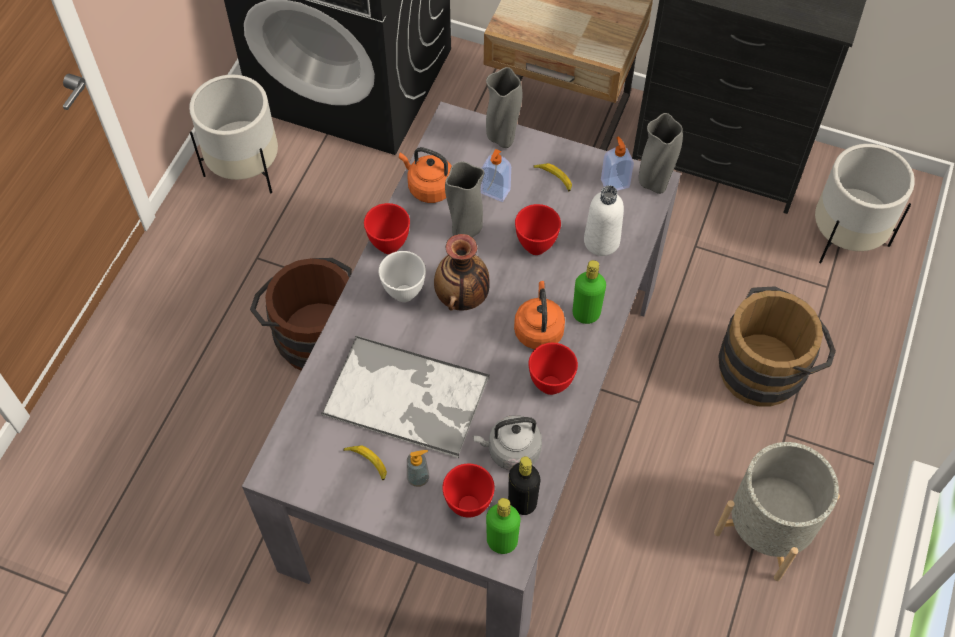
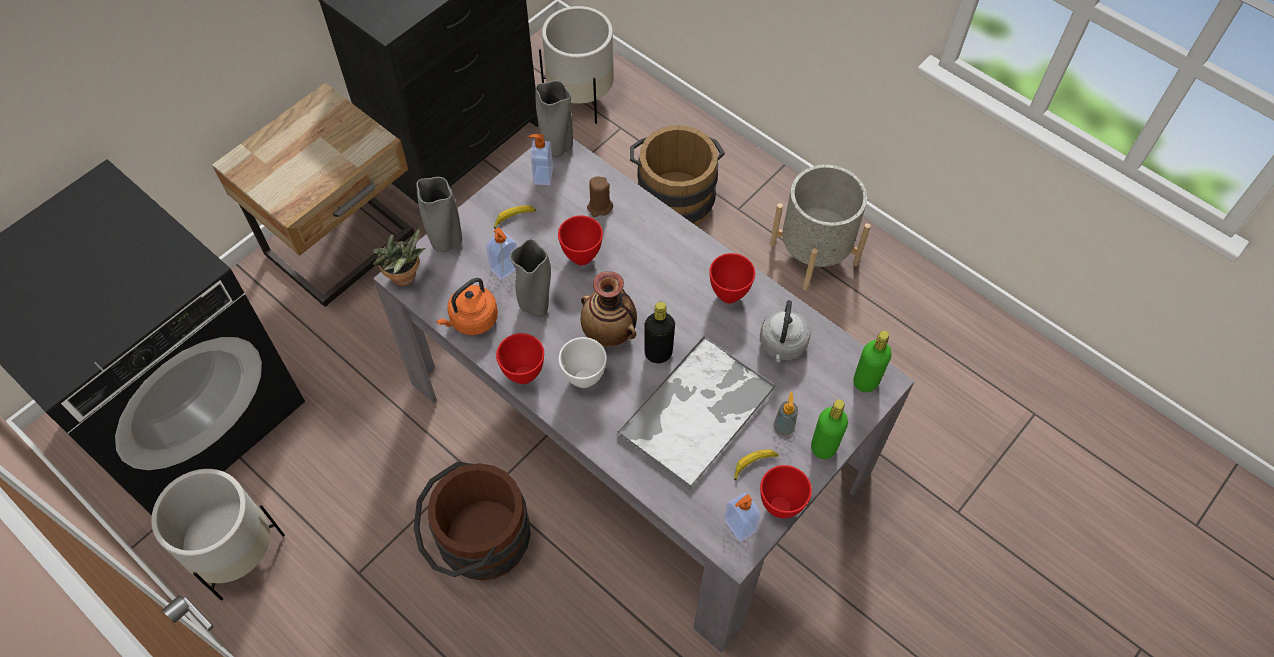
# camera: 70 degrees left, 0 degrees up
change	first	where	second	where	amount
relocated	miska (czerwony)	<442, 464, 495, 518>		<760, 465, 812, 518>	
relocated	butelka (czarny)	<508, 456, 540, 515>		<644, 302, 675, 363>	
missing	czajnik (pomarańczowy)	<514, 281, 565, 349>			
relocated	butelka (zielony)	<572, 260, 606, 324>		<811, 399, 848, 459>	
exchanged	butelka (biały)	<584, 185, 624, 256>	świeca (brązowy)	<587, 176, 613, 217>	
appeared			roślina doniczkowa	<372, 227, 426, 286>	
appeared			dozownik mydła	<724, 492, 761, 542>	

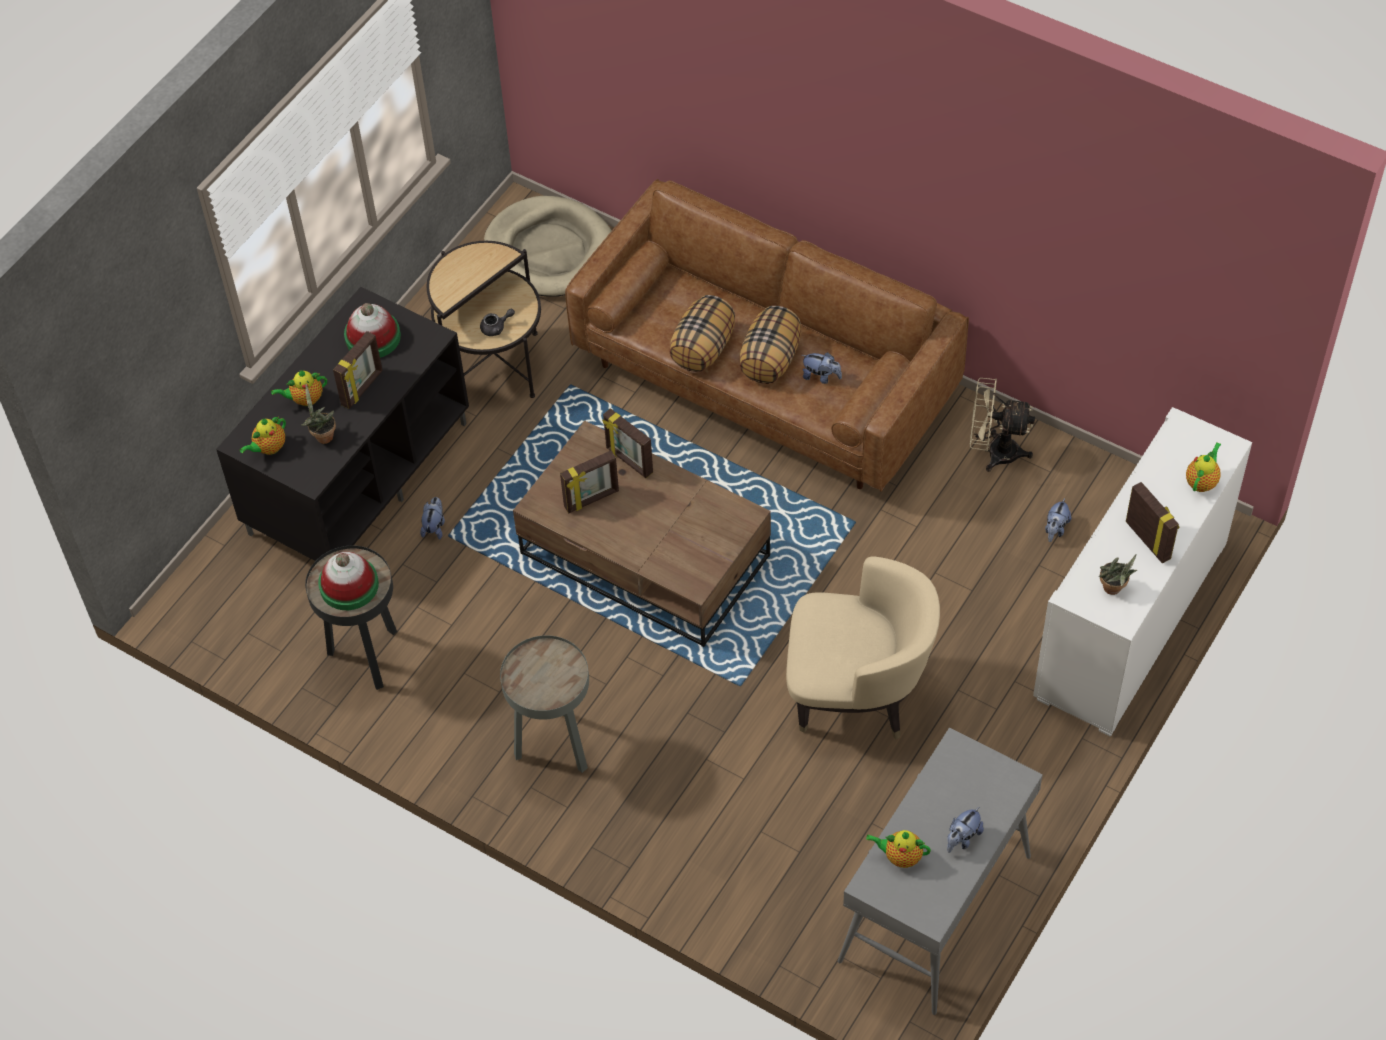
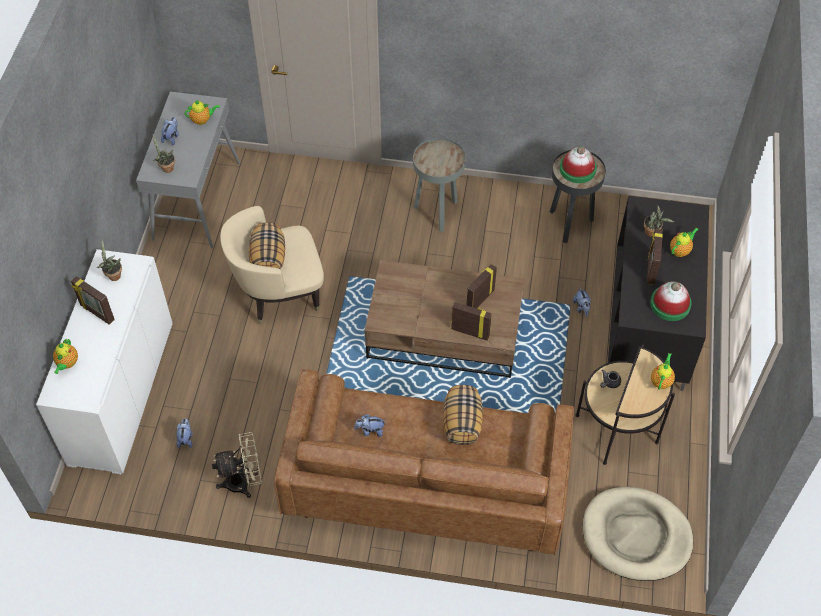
# camera: 155 degrees right, 0 degrees up
change	first	where	second	where	amount
relocated	imbryk	<240, 416, 286, 455>		<651, 353, 675, 390>	
relocated	poduszka	<739, 306, 801, 384>		<249, 222, 285, 270>	
appeared			roślina doniczkowa	<153, 135, 175, 173>	

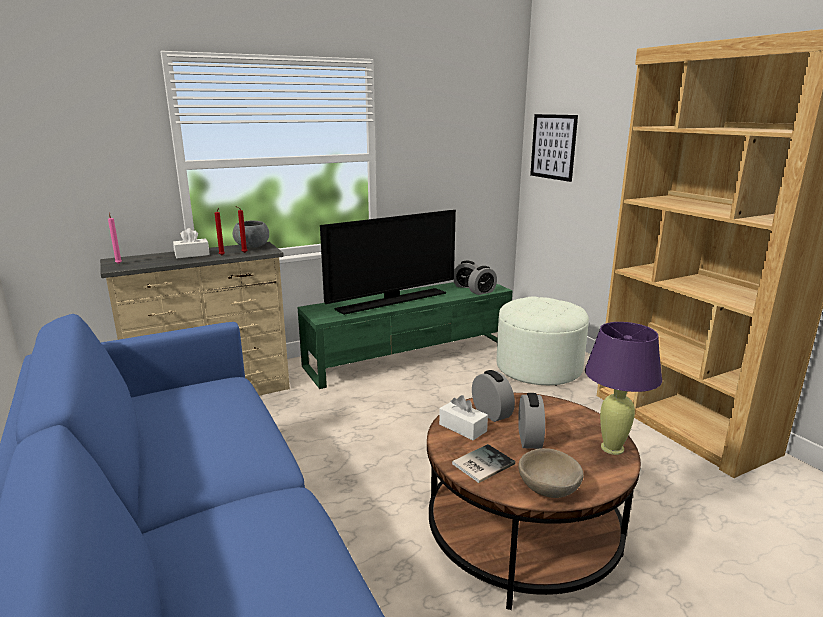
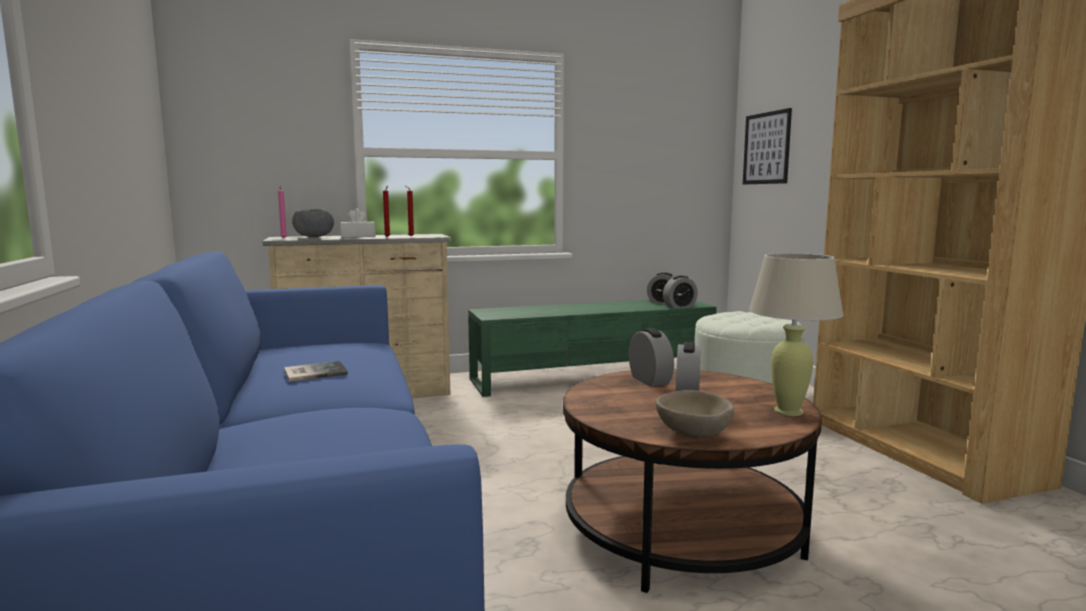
# camera: 10 degrees right, 10 degrees down
change	first	where	second	where	amount
relocated	miska (szary)	<233, 220, 269, 248>		<292, 209, 334, 237>	
missing	telewizor	<320, 210, 456, 315>			
missing	pudełko chusteczek (biały)	<439, 395, 488, 440>			
relocated	książka	<452, 444, 515, 483>		<284, 361, 348, 382>	
colour	lampa stołowa (fioletowy)	<585, 322, 662, 455>	lampa stołowa (beżowy)	<749, 253, 844, 416>	

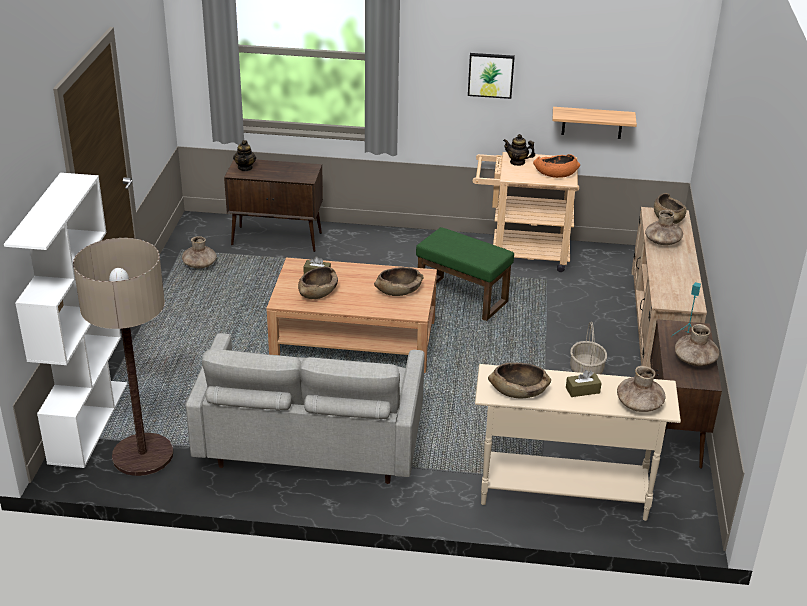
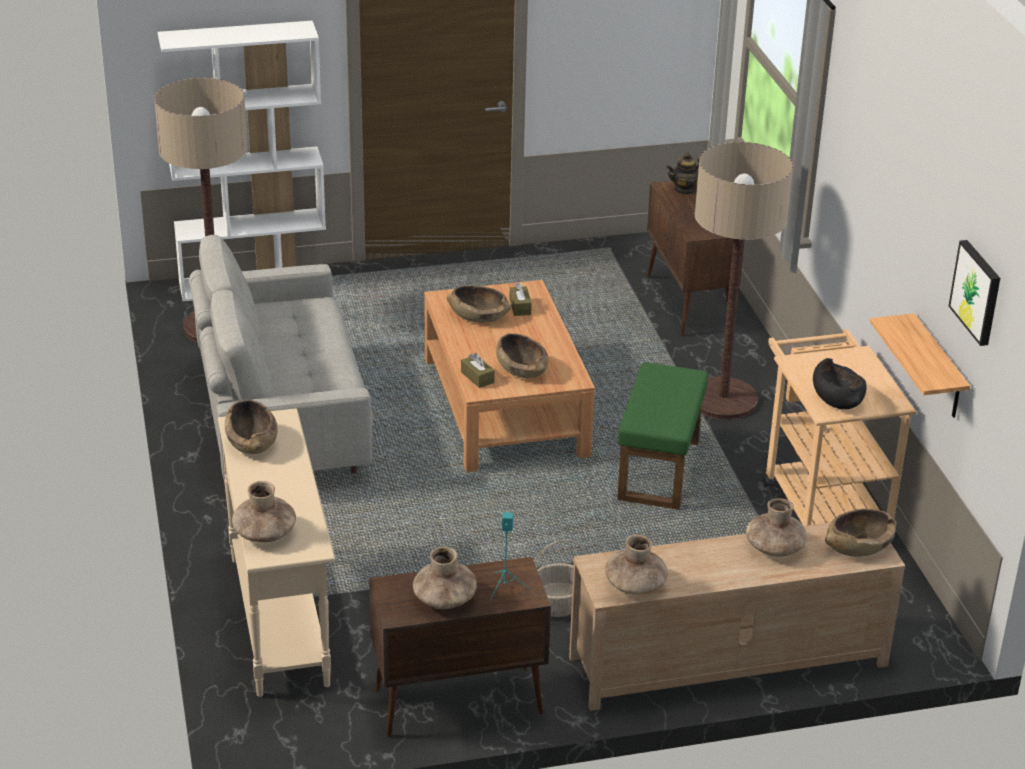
# camera: 70 degrees right, 0 degrees up
change	first	where	second	where	amount
relocated	wazon (brązowy)	<182, 236, 217, 268>		<605, 534, 668, 595>	
relocated	obraz	<468, 53, 515, 99>		<949, 240, 1000, 346>	
missing	imbryk	<503, 134, 535, 166>			
colour	miska (pomarańczowy)	<533, 154, 580, 178>	miska (czarny)	<813, 358, 867, 409>	
relocated	pudełko chusteczek (brązowy)	<566, 370, 602, 397>		<461, 353, 495, 388>	
appeared			lampa stojąca	<695, 142, 793, 419>	

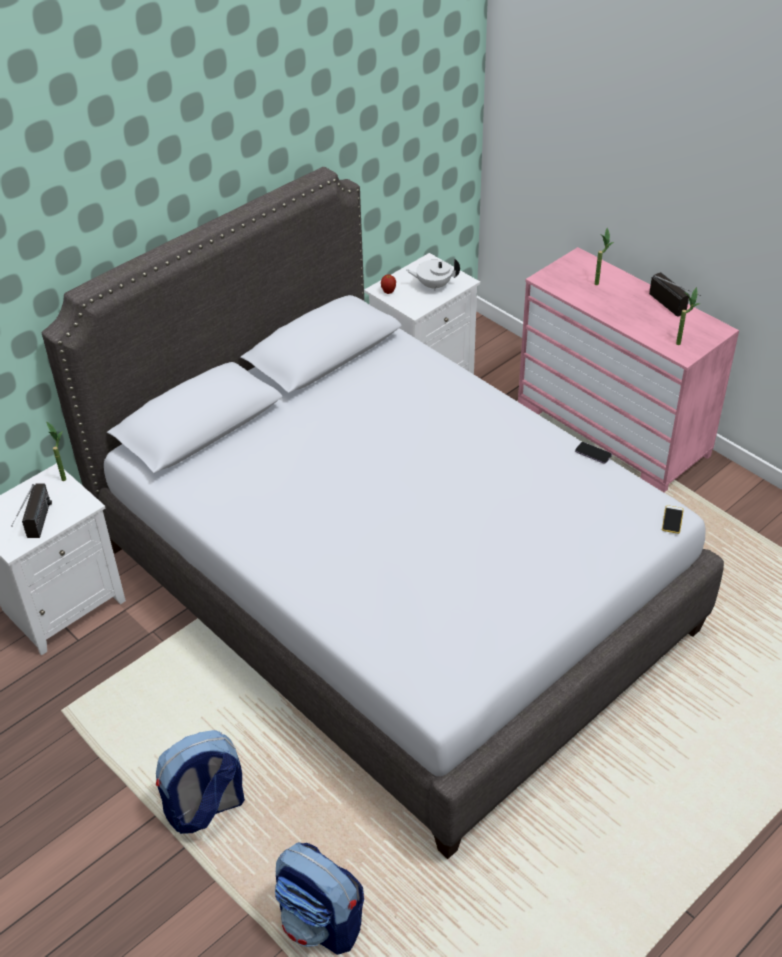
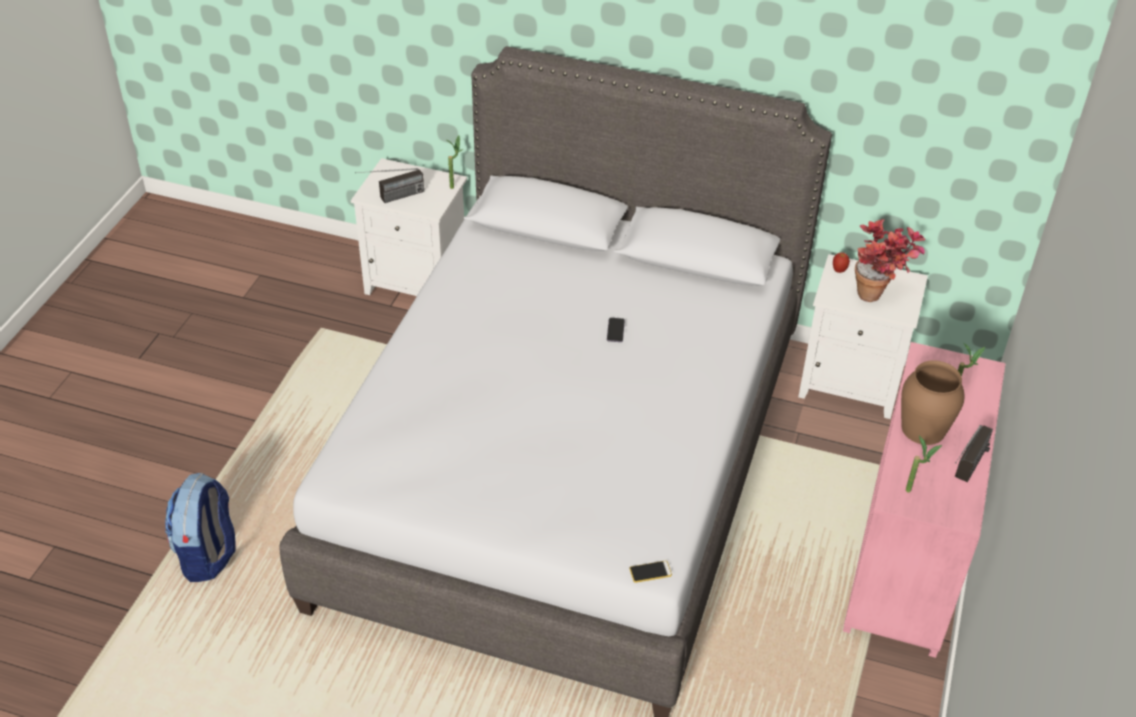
# camera: 60 degrees right, 0 degrees up
change	first	where	second	where	amount
missing	plecak	<156, 730, 245, 834>			
exchanged	imbryk (biały)	<406, 259, 460, 291>	roślina doniczkowa	<855, 219, 926, 302>	
relocated	telefon	<575, 442, 612, 464>		<607, 318, 625, 342>	
appeared			wazon (brązowy)	<901, 360, 965, 445>	

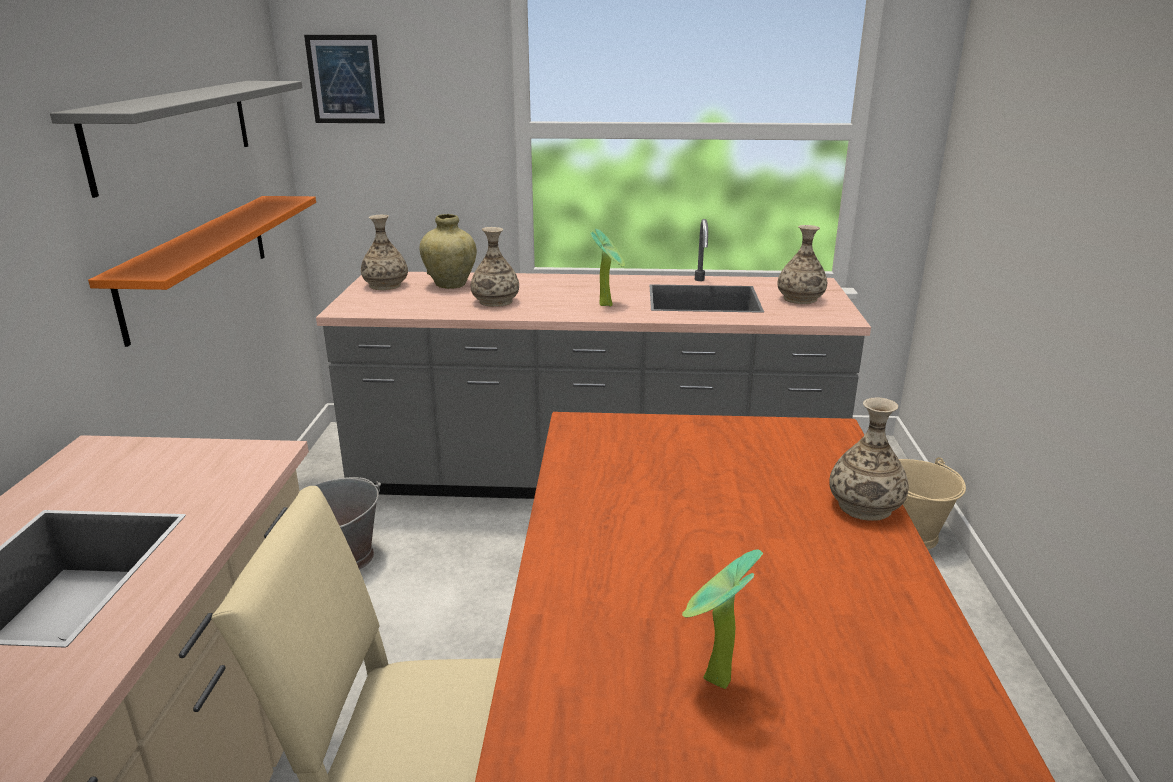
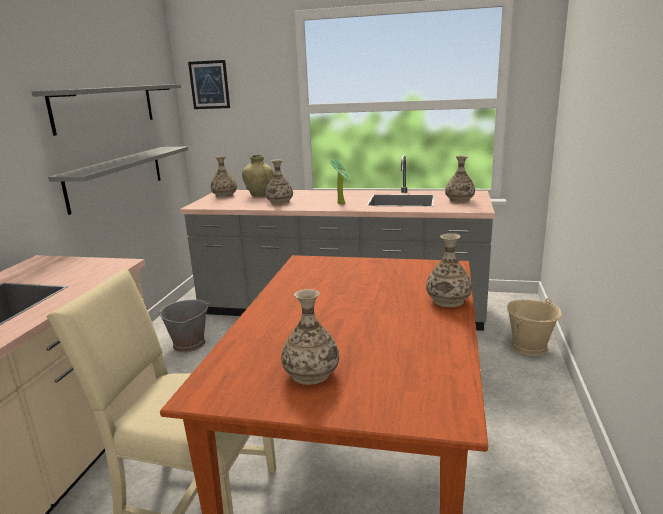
# camera: 10 degrees right, 5 degrees down
change	first	where	second	where	amount
colour	półka (pomarańczowy)	<88, 196, 316, 347>	półka (szary)	<48, 147, 188, 215>	
exchanged	roślina doniczkowa	<682, 549, 763, 689>	wazon	<281, 289, 339, 385>	

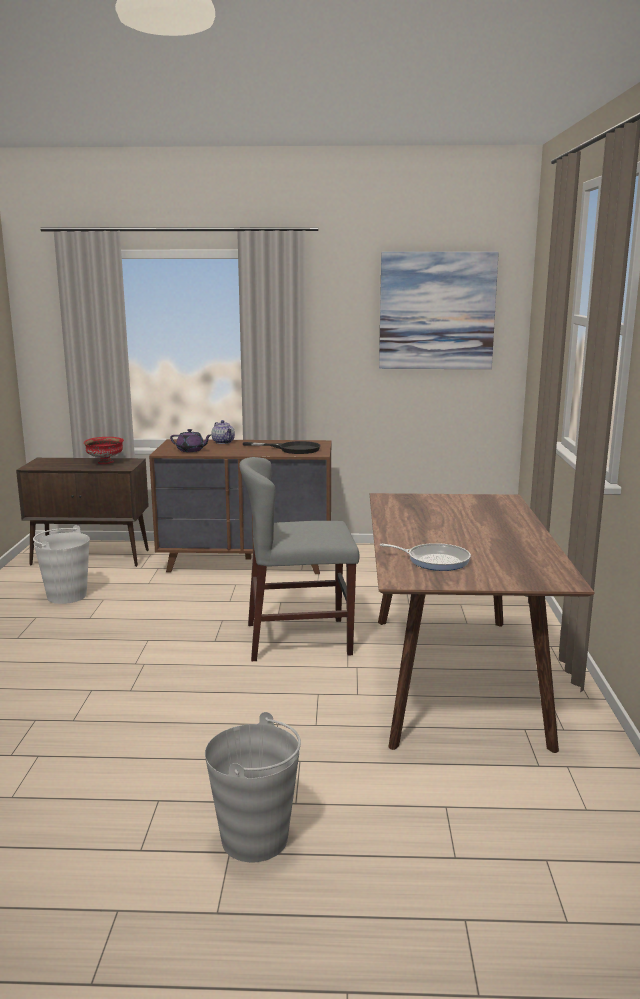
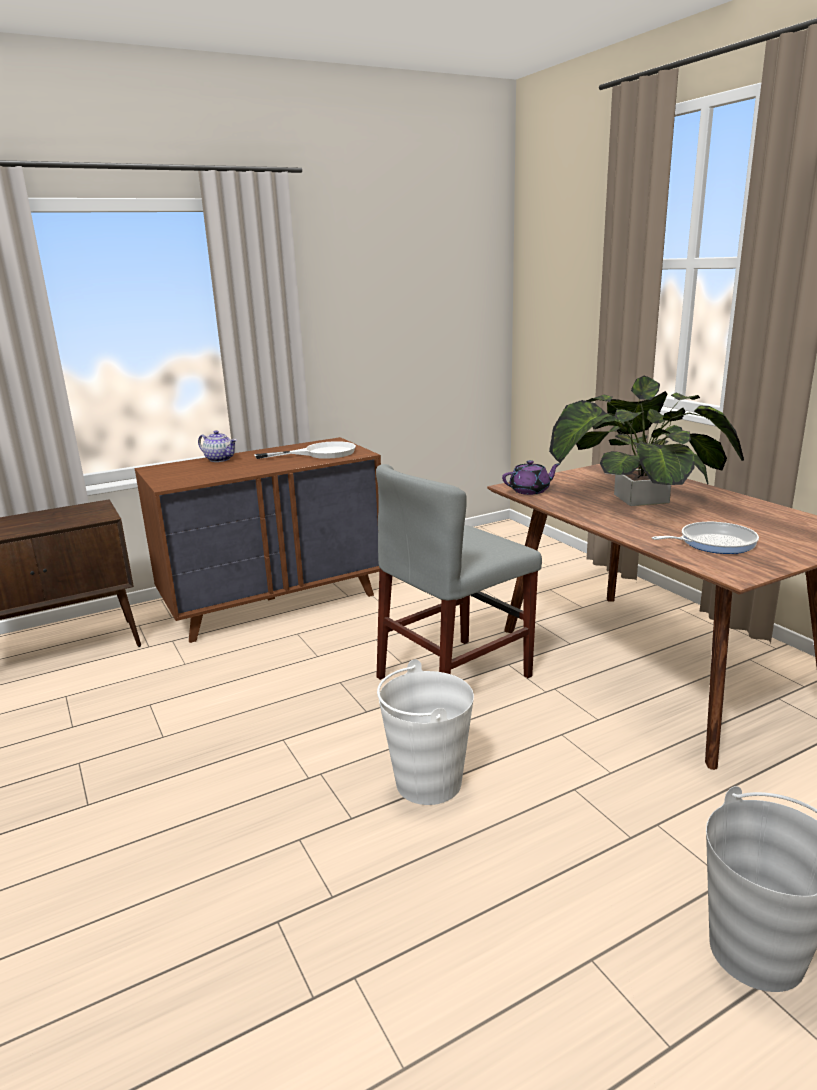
# camera: 30 degrees left, 5 degrees up
change	first	where	second	where	amount
relocated	wiadro (biały)	<33, 525, 90, 604>		<377, 659, 474, 805>	
missing	miska (czerwony)	<84, 437, 124, 464>			
relocated	imbryk (fioletowy)	<170, 429, 211, 452>		<502, 460, 561, 495>	
colour	patelnia (czarny)	<242, 441, 321, 454>	patelnia (biały)	<255, 441, 356, 459>	
missing	obraz	<379, 252, 499, 369>			
appeared			roślina doniczkowa	<549, 375, 744, 506>	

